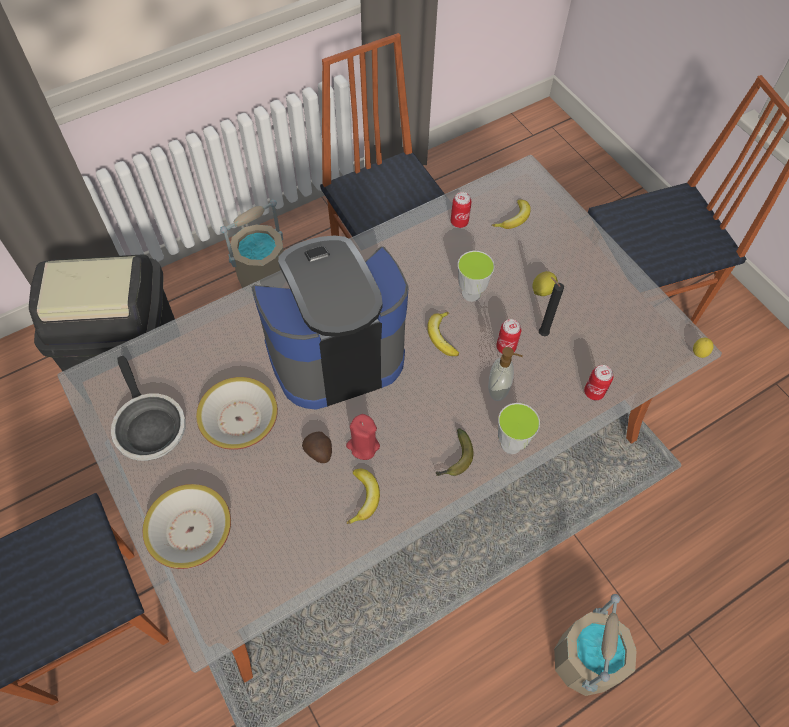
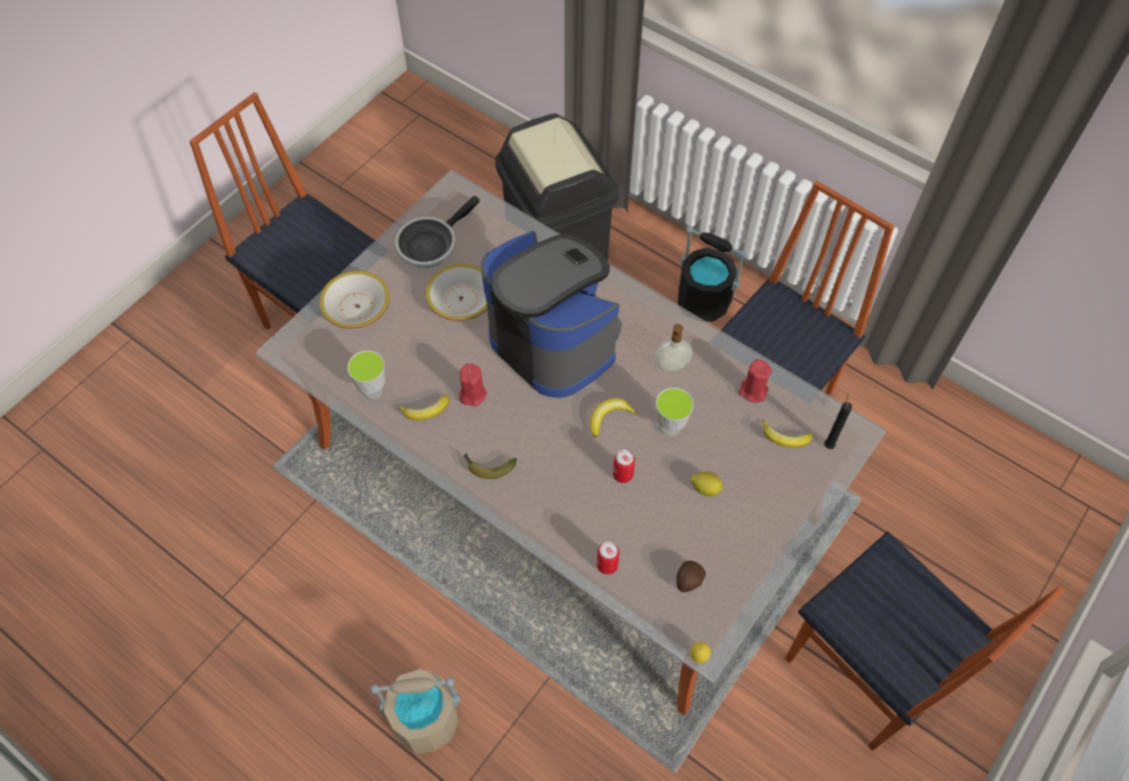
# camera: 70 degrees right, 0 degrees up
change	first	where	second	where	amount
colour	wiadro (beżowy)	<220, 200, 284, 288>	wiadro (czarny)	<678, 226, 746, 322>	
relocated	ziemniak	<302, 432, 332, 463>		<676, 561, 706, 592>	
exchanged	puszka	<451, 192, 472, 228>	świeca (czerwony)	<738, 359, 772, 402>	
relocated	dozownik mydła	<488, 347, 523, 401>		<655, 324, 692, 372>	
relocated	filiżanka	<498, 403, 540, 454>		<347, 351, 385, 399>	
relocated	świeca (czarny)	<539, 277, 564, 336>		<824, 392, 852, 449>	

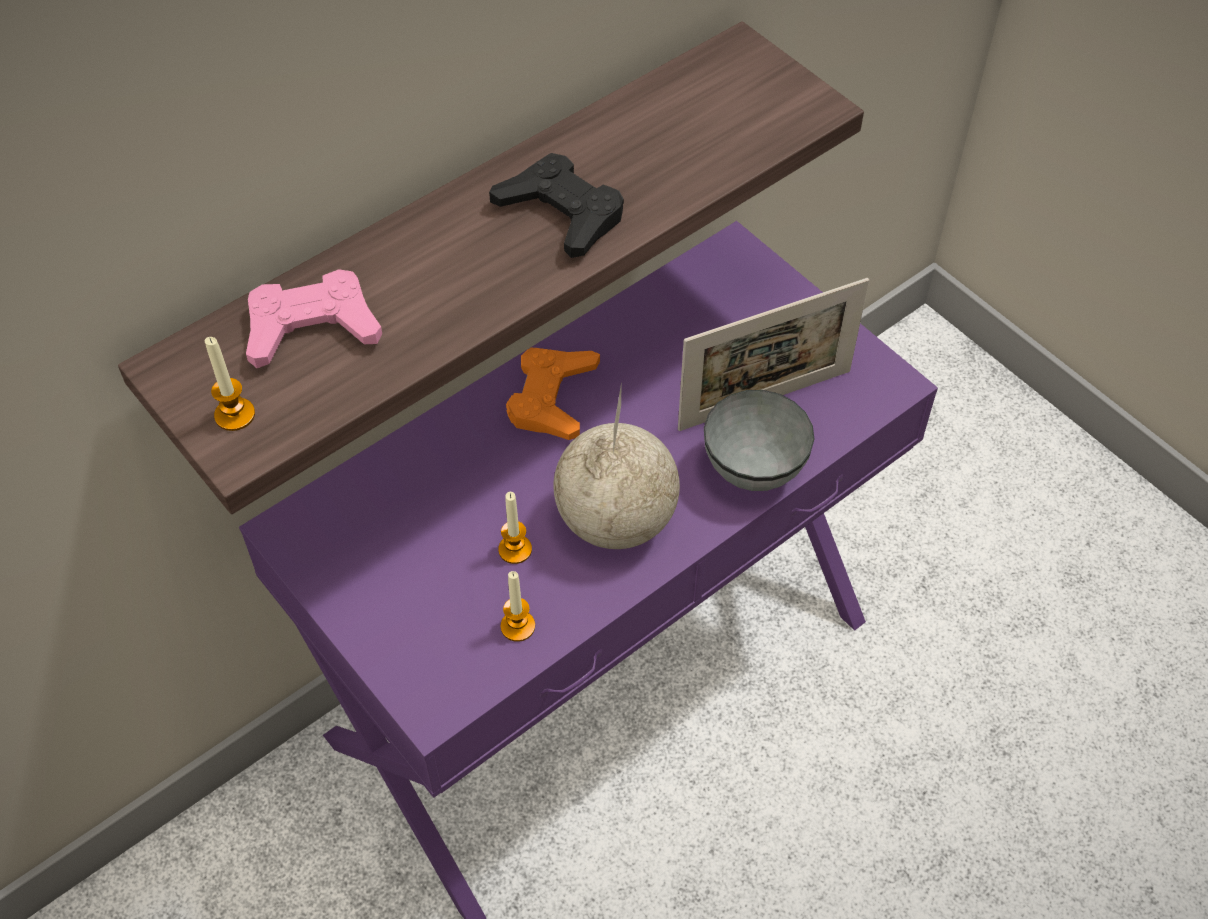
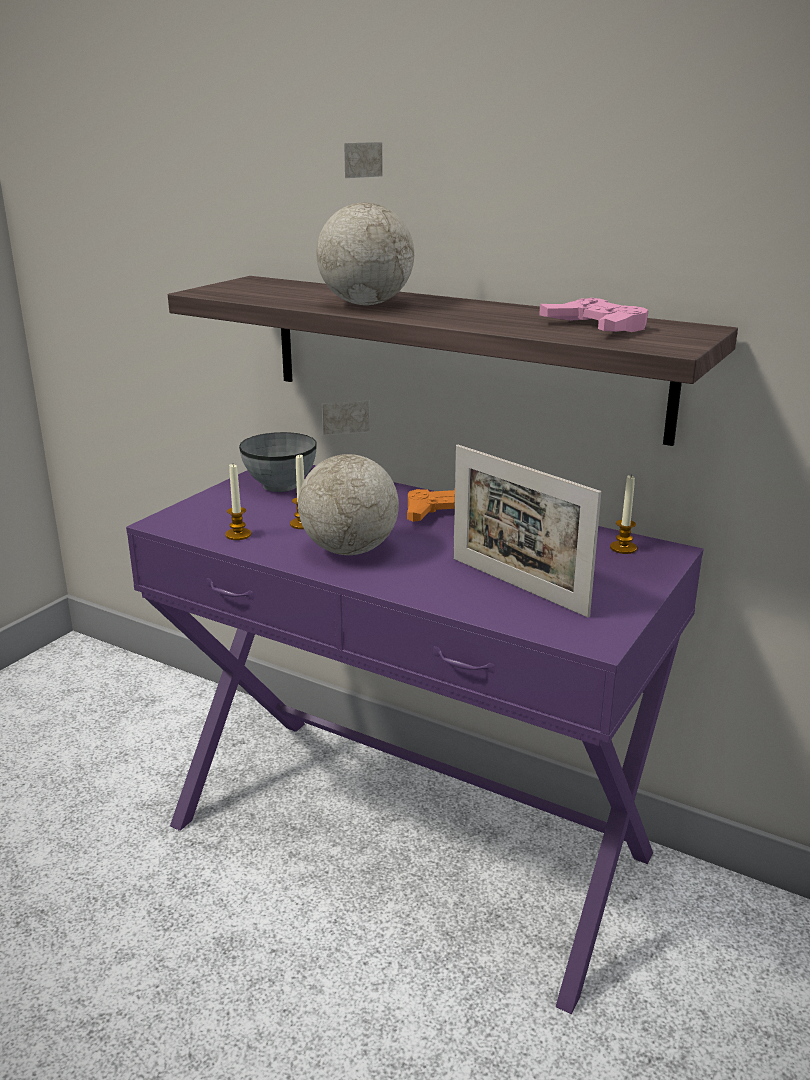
# camera: 70 degrees right, 30 degrees down
change	first	where	second	where	amount
relocated	świeca	<205, 337, 255, 431>		<610, 475, 637, 554>	
relocated	pad do gier (różowy)	<246, 269, 382, 368>		<539, 298, 648, 332>	
missing	pad do gier (czarny)	<489, 153, 624, 258>			
relocated	miska (szary)	<704, 390, 814, 491>		<239, 432, 317, 492>	
appeared			globus	<316, 142, 414, 305>	

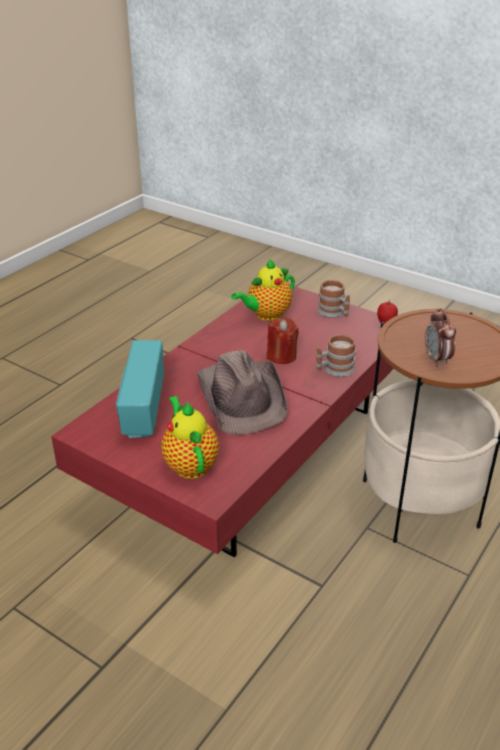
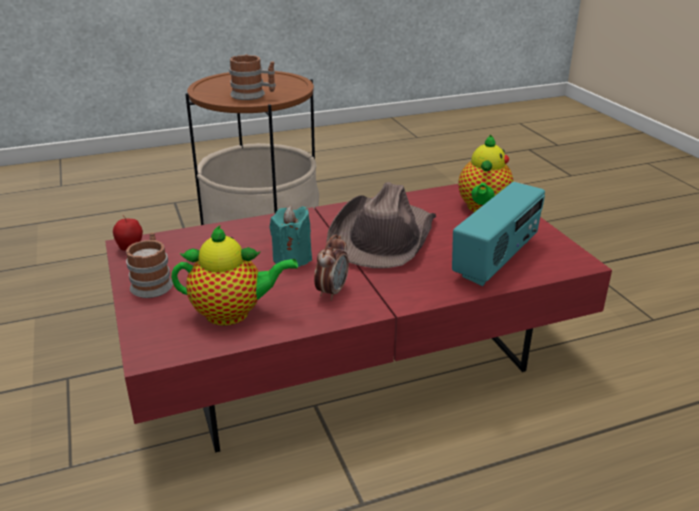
# camera: 145 degrees left, 5 degrees down
change	first	where	second	where	amount
colour	świeca (czerwony)	<267, 317, 299, 364>	świeca (turkusowy)	<270, 206, 312, 267>	
relocated	kubek	<315, 334, 356, 377>		<229, 55, 276, 100>	
relocated	budzik	<425, 308, 456, 366>		<314, 234, 349, 301>	

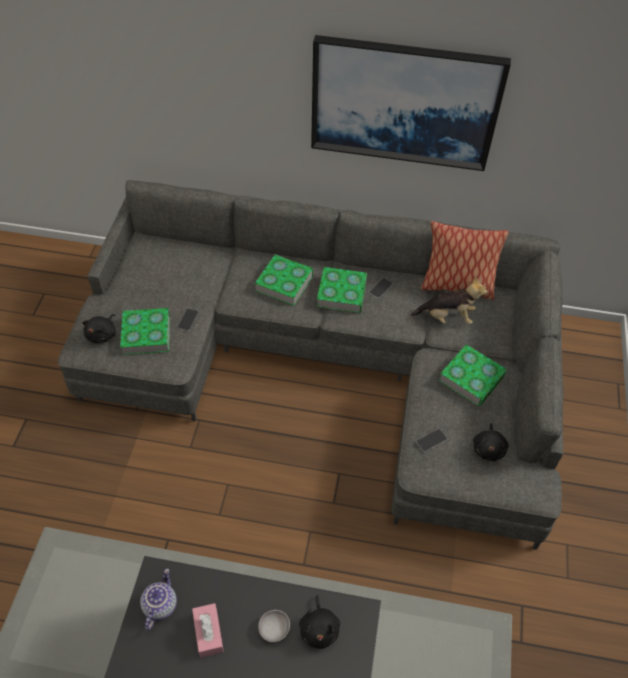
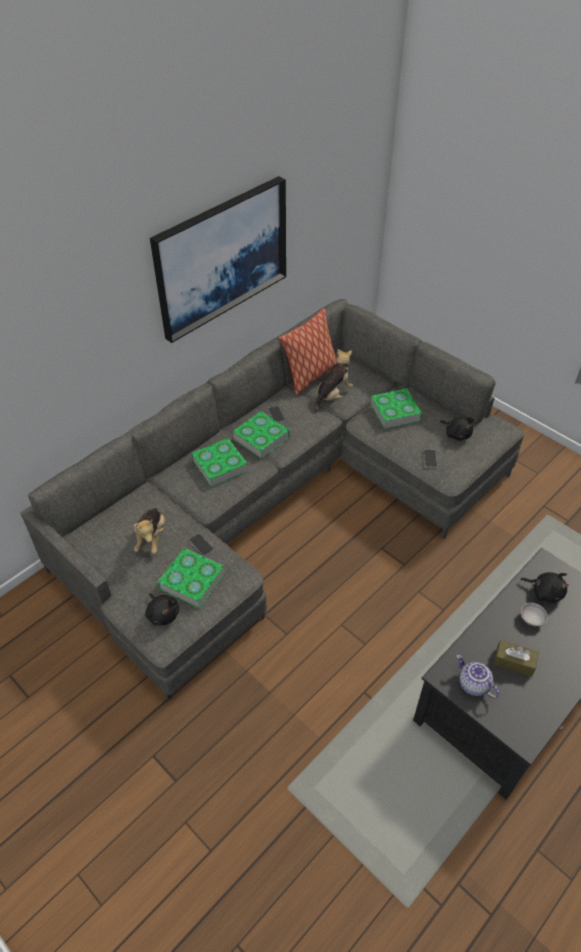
# camera: 55 degrees left, 5 degrees down
change	first	where	second	where	amount
colour	pudełko chusteczek (różowy)	<192, 603, 224, 658>	pudełko chusteczek (brązowy)	<494, 640, 539, 677>	
appeared			pluszak	<134, 508, 165, 554>	

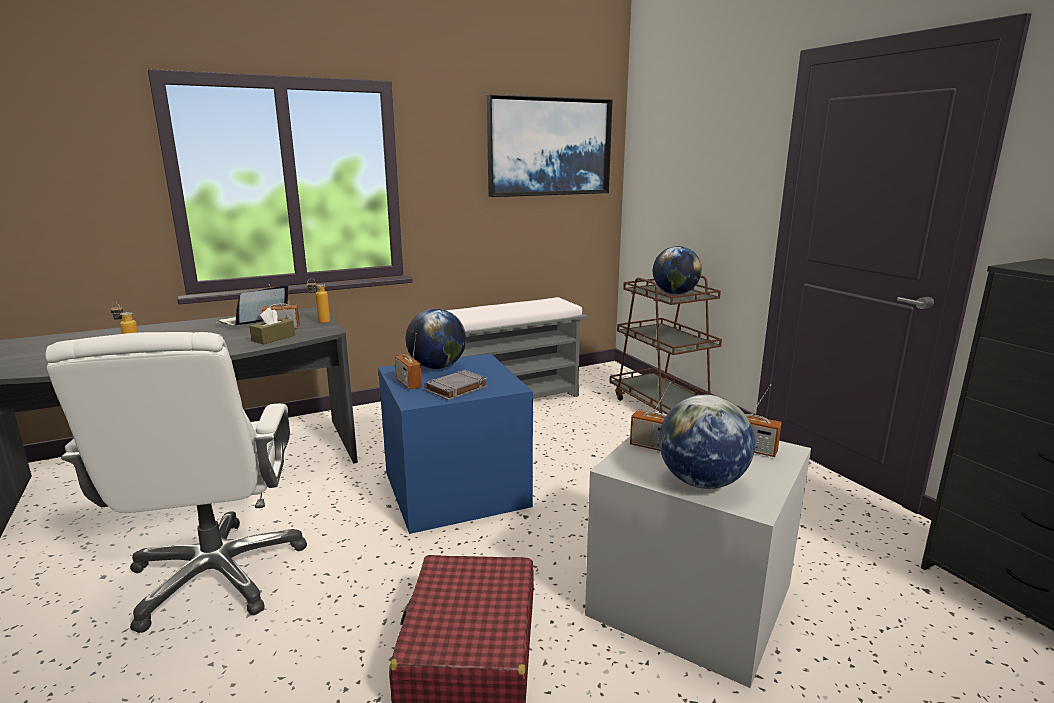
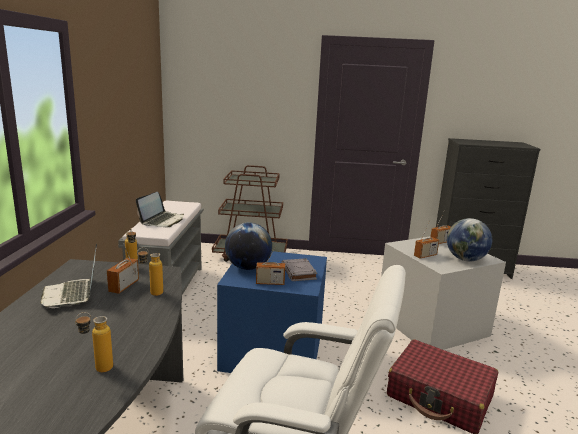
# camera: 60 degrees left, 0 degrees up
change	first	where	second	where	amount
exchanged	pudełko chusteczek (brązowy)	<249, 307, 295, 344>	butelka	<137, 247, 163, 296>	
missing	obraz	<487, 94, 612, 197>			
missing	globus	<653, 246, 702, 294>			
appeared			laptop	<136, 192, 184, 227>	

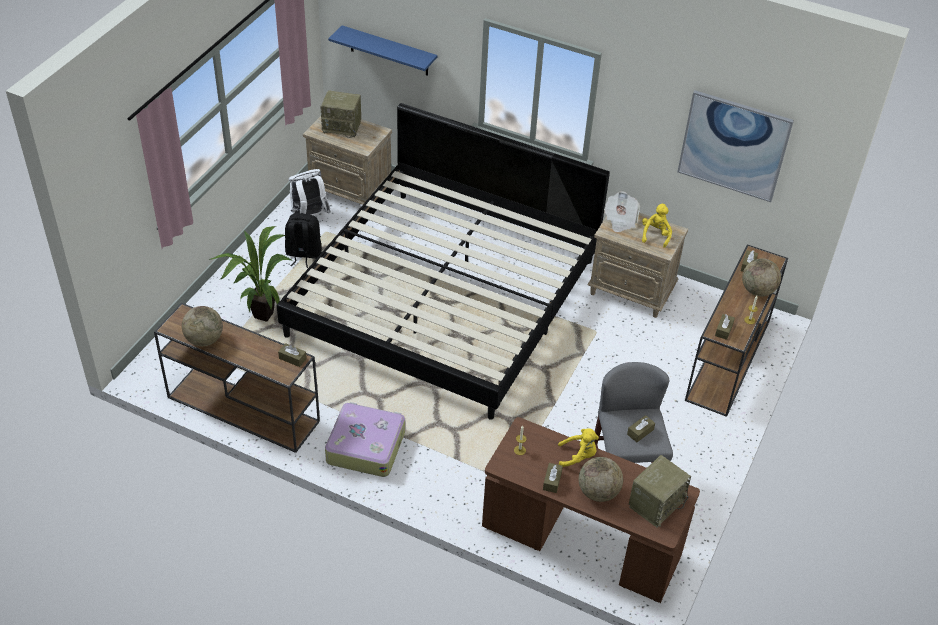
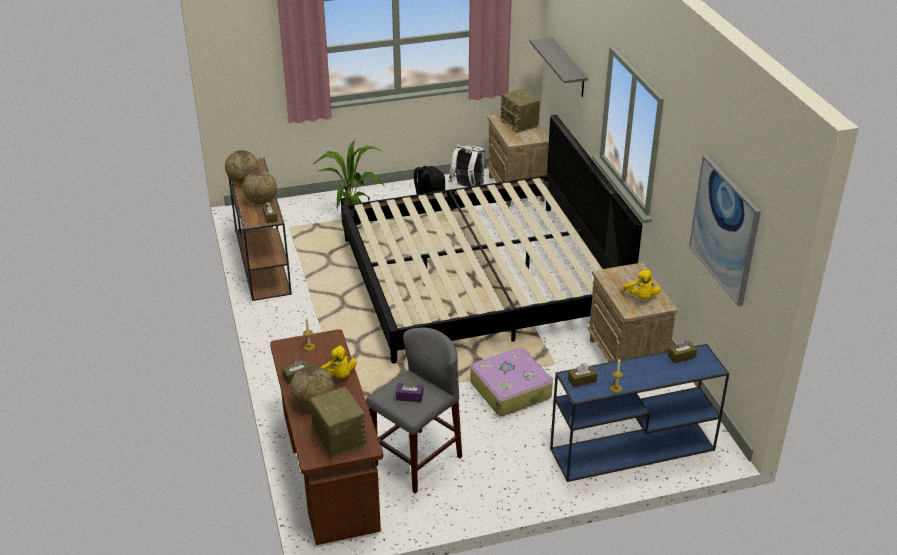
# camera: 50 degrees right, 10 degrees down
change	first	where	second	where	amount
relocated	walizka	<325, 402, 405, 477>		<470, 348, 553, 416>	
colour	półka (niebieski)	<328, 25, 437, 76>	półka (szary)	<530, 37, 588, 97>	
missing	gazeta	<604, 192, 640, 232>			
colour	pudełko chusteczek (brązowy)	<627, 415, 655, 442>	pudełko chusteczek (fioletowy)	<396, 381, 423, 402>	
spun	radio	<629, 455, 691, 527>		<310, 387, 366, 458>	120 degrees counterclockwise
spun	pluszak (żółty)	<642, 204, 672, 248>		<623, 270, 661, 299>	105 degrees clockwise
colour	stolik konsolowy (brązowy)	<685, 244, 788, 417>	stolik konsolowy (niebieski)	<550, 344, 729, 482>	
relocated	globus	<742, 258, 781, 297>		<243, 170, 277, 204>	

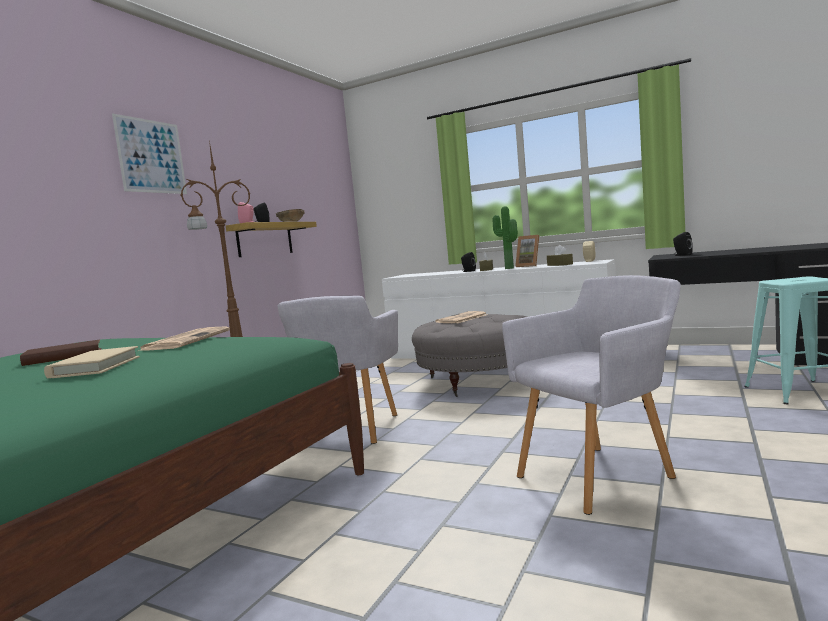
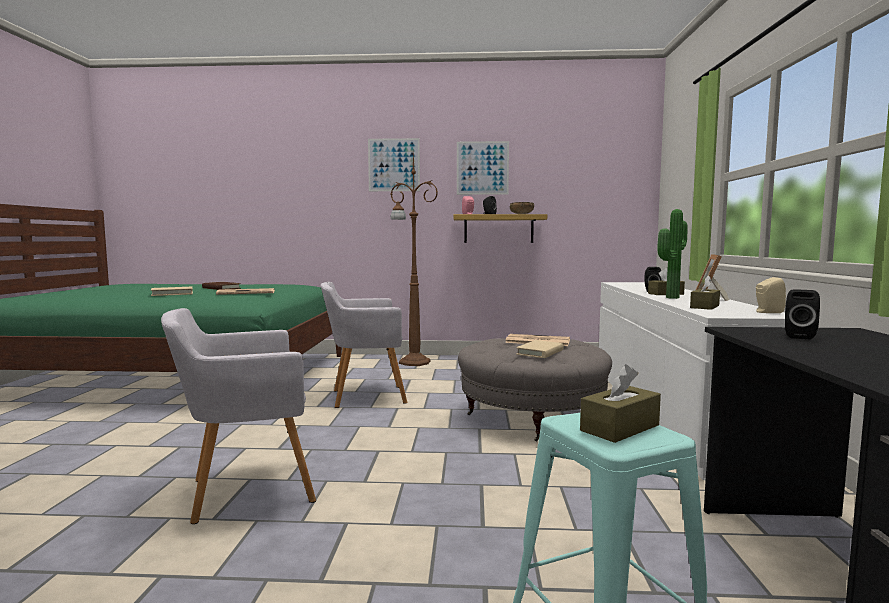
# camera: 65 degrees right, 0 degrees up
change	first	where	second	where	amount
spun	fotel (szary)	<502, 275, 681, 515>		<161, 308, 316, 524>	120 degrees clockwise
appeared			obraz	<457, 141, 509, 195>	
appeared			książka (beżowy)	<516, 340, 564, 358>	
appeared			pudełko chusteczek (brązowy)	<580, 364, 661, 443>	

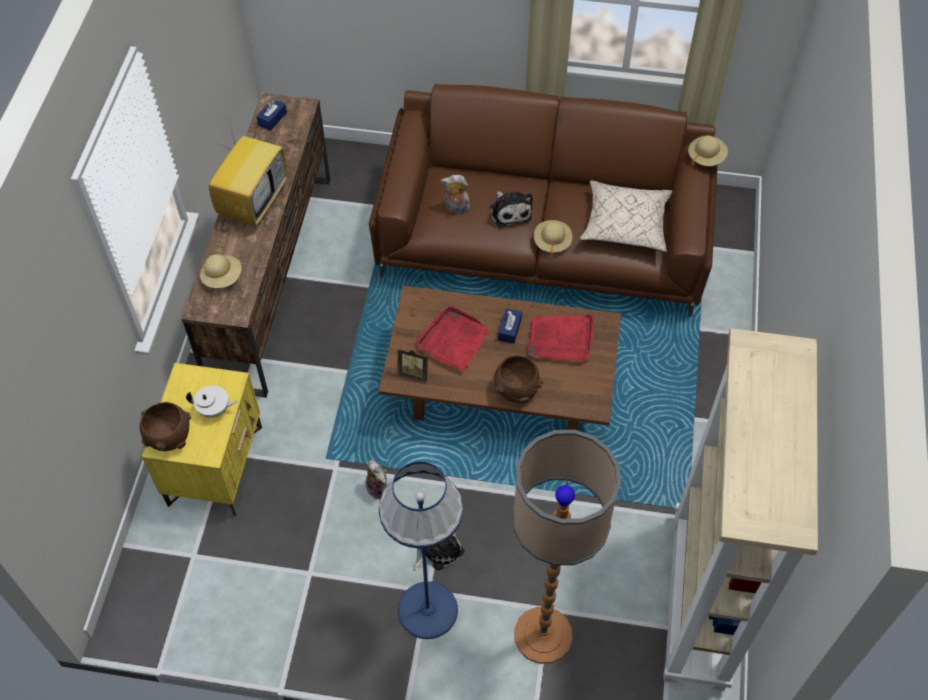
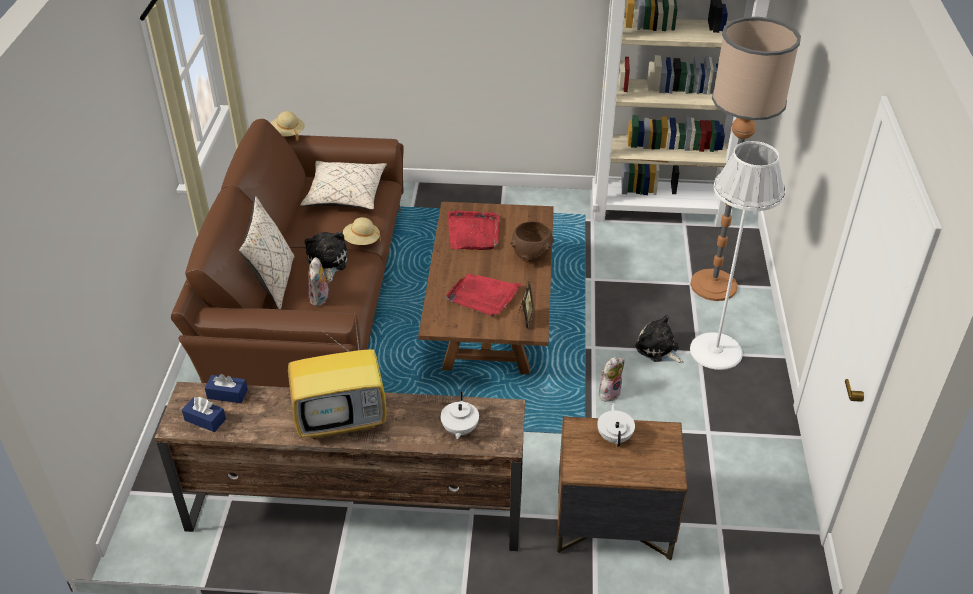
# camera: 95 degrees left, 15 degrees down
change	first	where	second	where	amount
missing	miska (brązowy)	<140, 402, 192, 451>			
colour	szafka nocna (żółty)	<142, 363, 262, 517>	szafka nocna (brązowy)	<557, 416, 687, 561>	
exchanged	kapelusz (beżowy)	<200, 254, 242, 288>	imbryk (biały)	<440, 391, 479, 439>	
spun	telewizor	<209, 116, 287, 226>		<288, 312, 387, 439>	150 degrees clockwise
colour	lampa stojąca (niebieski)	<379, 461, 463, 639>	lampa stojąca (biały)	<690, 141, 785, 370>	
spun	pluszak	<490, 191, 533, 228>		<305, 232, 348, 282>	75 degrees counterclockwise
relocated	pudełko chusteczek (niebieski)	<498, 308, 522, 344>		<205, 374, 248, 403>	
appeared			poduszka (beżowy)	<239, 196, 295, 309>	

